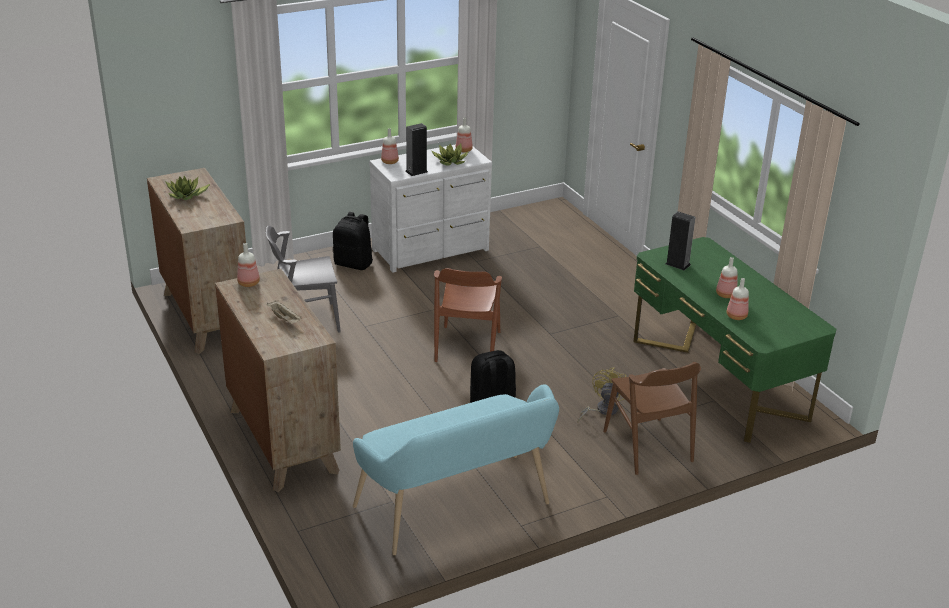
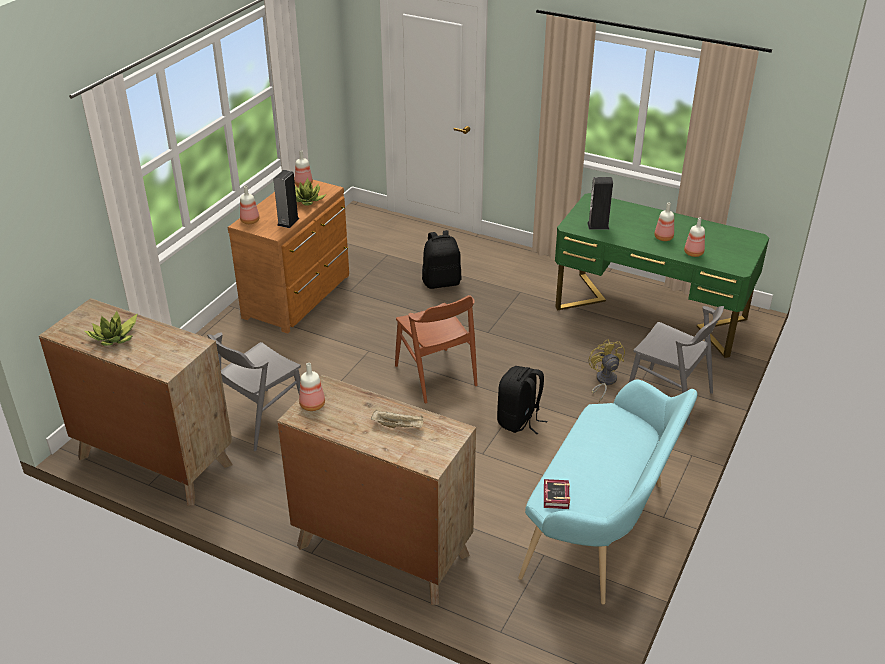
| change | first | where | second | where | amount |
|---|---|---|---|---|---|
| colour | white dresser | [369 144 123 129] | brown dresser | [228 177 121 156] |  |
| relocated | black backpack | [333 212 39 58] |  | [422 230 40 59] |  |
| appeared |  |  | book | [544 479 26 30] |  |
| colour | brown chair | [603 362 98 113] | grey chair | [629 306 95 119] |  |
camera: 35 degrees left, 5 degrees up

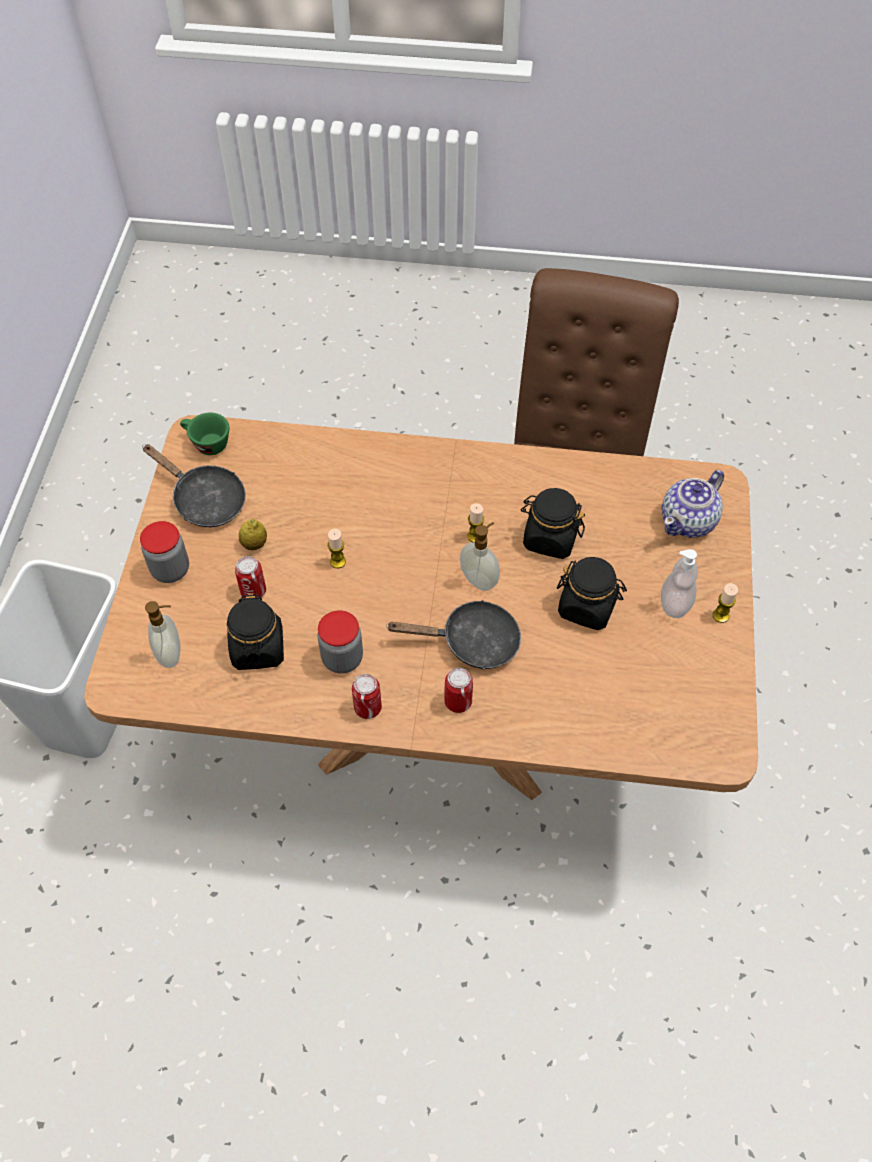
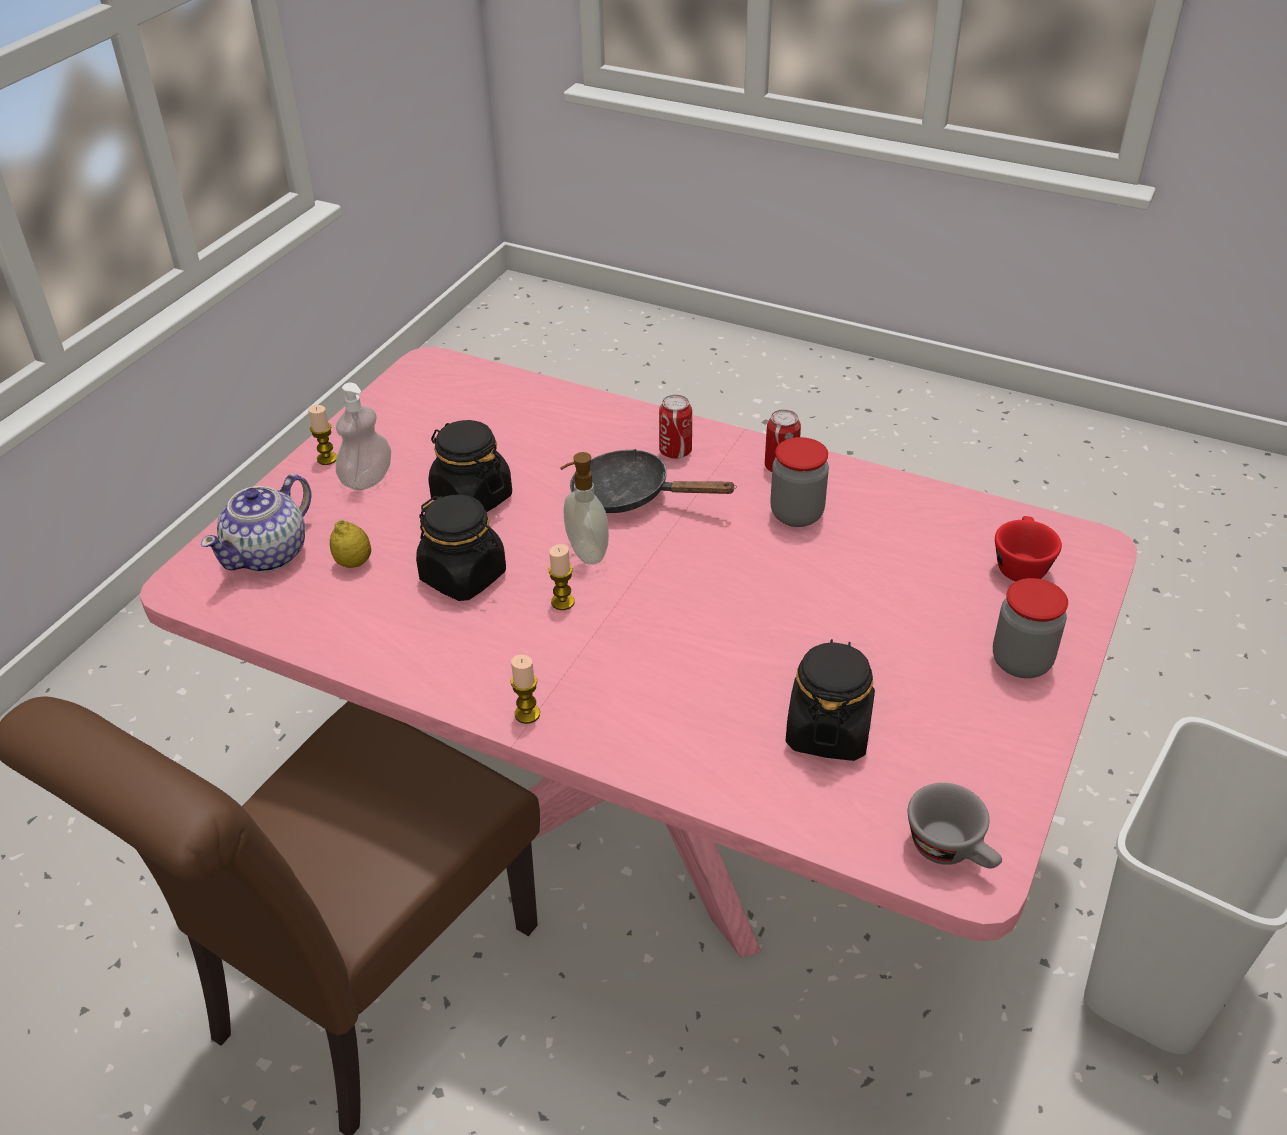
| change | first | where | second | where | amount |
|---|---|---|---|---|---|
| colour | brown dining table | [84 415 674 385] | pink dining table | [139 347 998 611] |  |
| spun | teapot | [662 470 62 68] |  | [201 474 110 98] | 150 degrees clockwise |
| relocated | lemon | [239 519 28 31] |  | [330 520 41 48] |  |
| relocated | candle | [328 529 18 39] |  | [511 655 29 69] |  |
| relocated | black jar | [227 594 57 76] |  | [785 639 90 122] |  |
| colour | green cup | [180 413 49 42] | grey cup | [908 783 94 86] |  |
| exchanged | soap dispenser | [145 601 36 67] | red cup | [995 516 67 65] |  |
| missing | black frying pan | [142 444 104 83] |  |  |  |
| missing | can | [235 556 31 42] |  |  |  |
camera: 160 degrees left, 15 degrees down

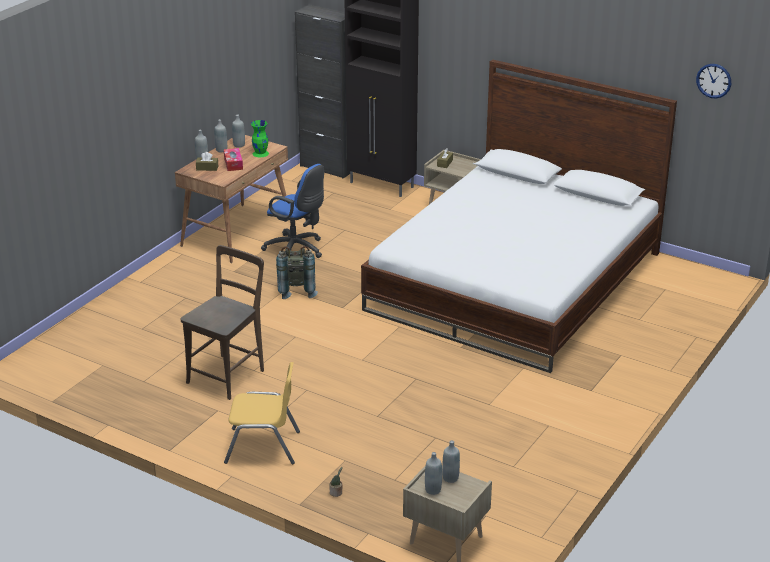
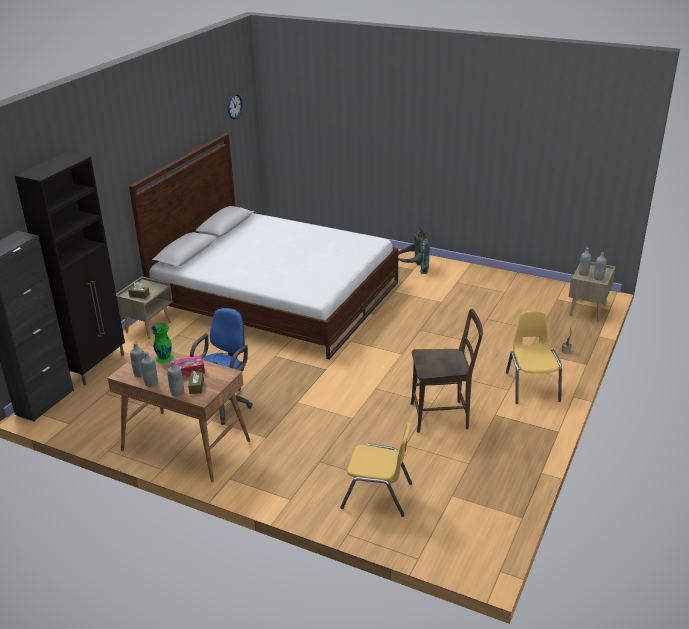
| change | first | where | second | where | amount |
|---|---|---|---|---|---|
| appeared |  |  | yellow chair | [340 423 72 94] |  |
| relocated | grey backpack | [276 246 42 53] |  | [398 228 32 46] |  |
| spun | brown chair | [181 245 83 155] |  | [410 309 73 124] | 150 degrees clockwise |
camera: 95 degrees left, 0 degrees up

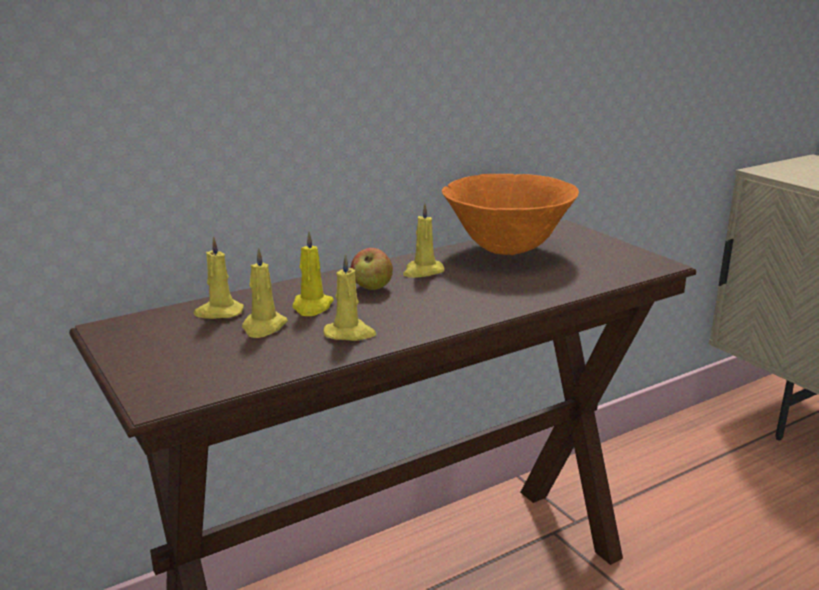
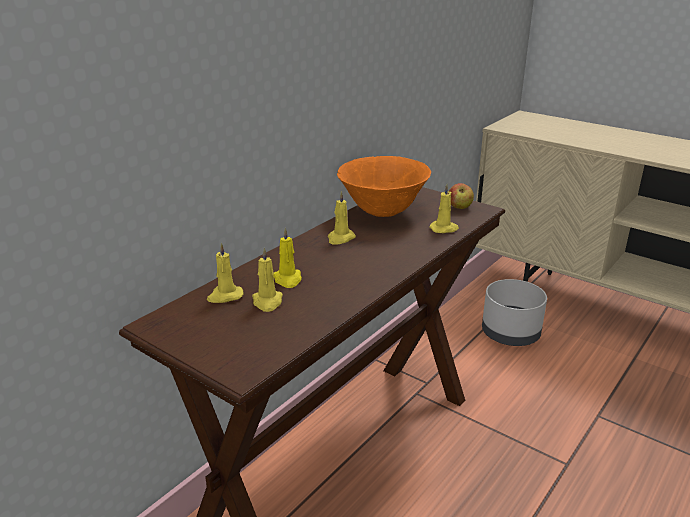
| change | first | where | second | where | amount |
|---|---|---|---|---|---|
| relocated | yellow candle | [324 254 52 87] |  | [430 184 29 49] |  |
| relocated | apple | [350 248 43 42] |  | [449 183 25 26] |  |
| appeared |  |  | grey planter | [482 279 65 67] |  |
camera: 20 degrees left, 5 degrees up

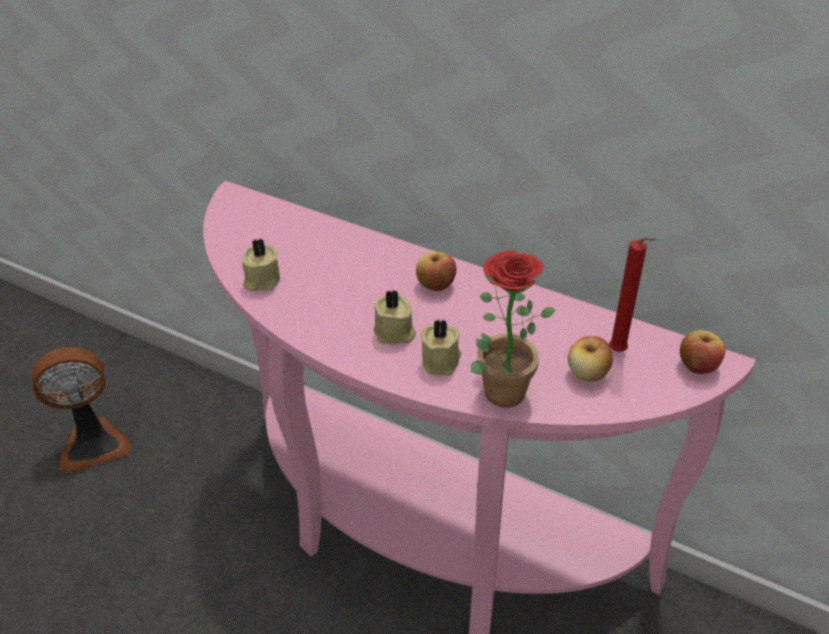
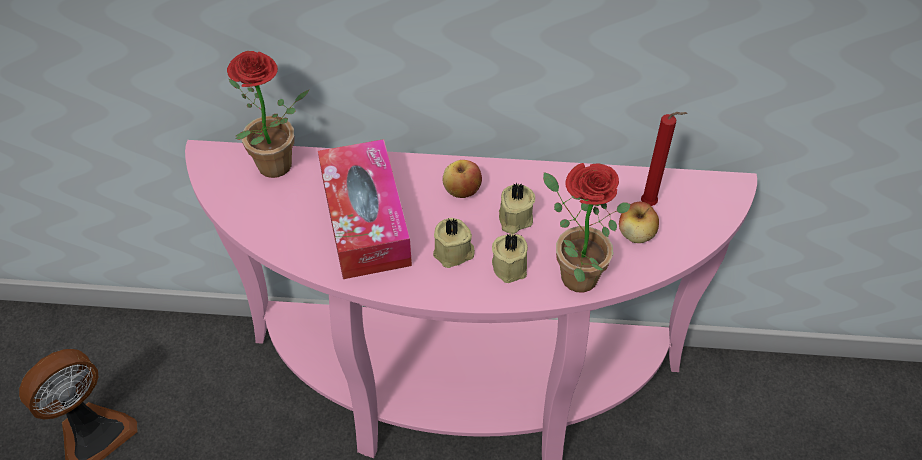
| change | first | where | second | where | amount |
|---|---|---|---|---|---|
| appeared |  |  | potted plant | [227 51 82 127] |  |
| appeared |  |  | tissue box | [318 139 94 140] |  |
| relocated | beige candle | [242 238 38 54] |  | [499 183 36 51] |  |
| missing | apple | [680 330 45 44] |  |  |  |
camera: 25 degrees left, 10 degrees up

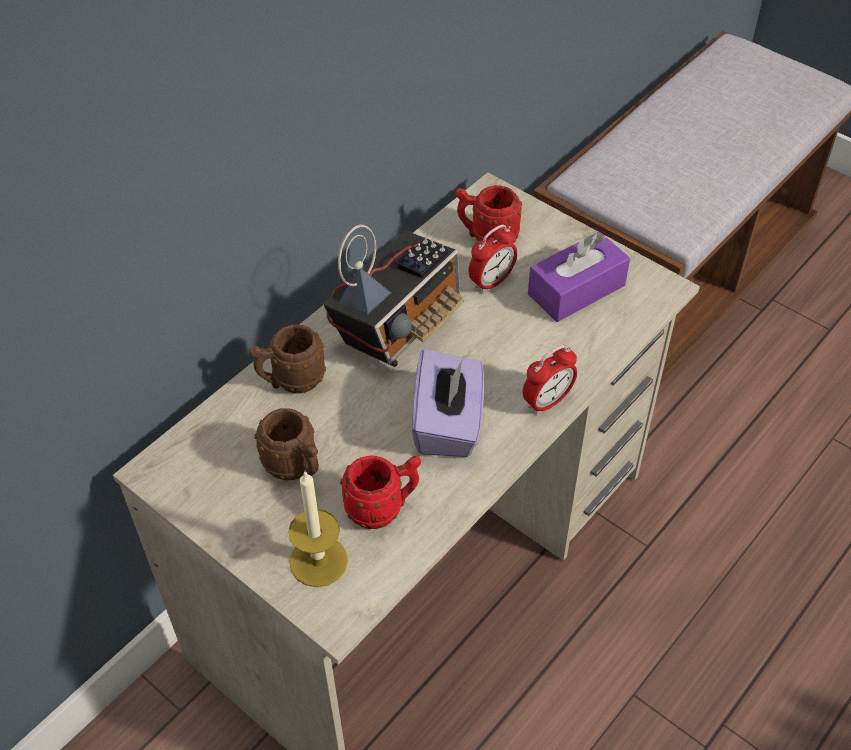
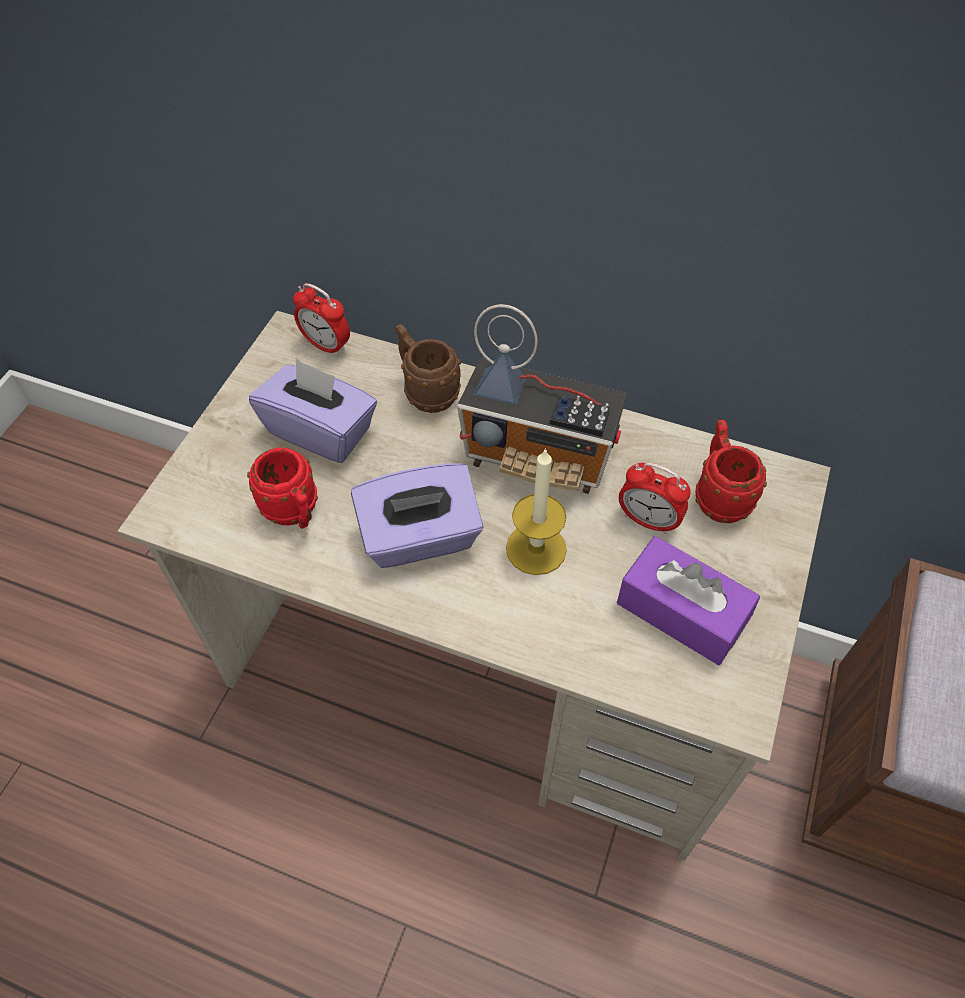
| change | first | where | second | where | amount |
|---|---|---|---|---|---|
| exchanged | brown mug | [254 408 65 72] | purple tissue box | [249 358 128 105] |  |
| relocated | alarm clock | [523 345 54 70] |  | [293 283 57 74] |  |
| relocated | candle | [288 470 60 117] |  | [506 448 61 127] |  |
camera: 70 degrees right, 5 degrees up

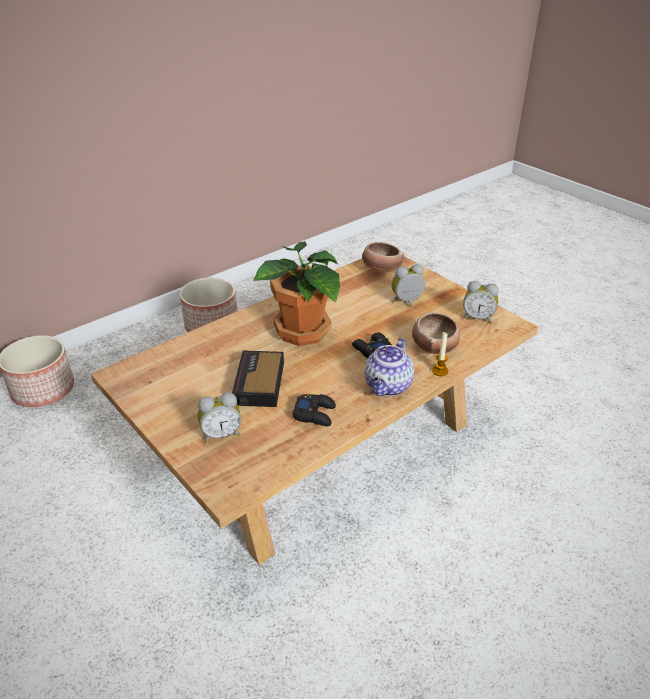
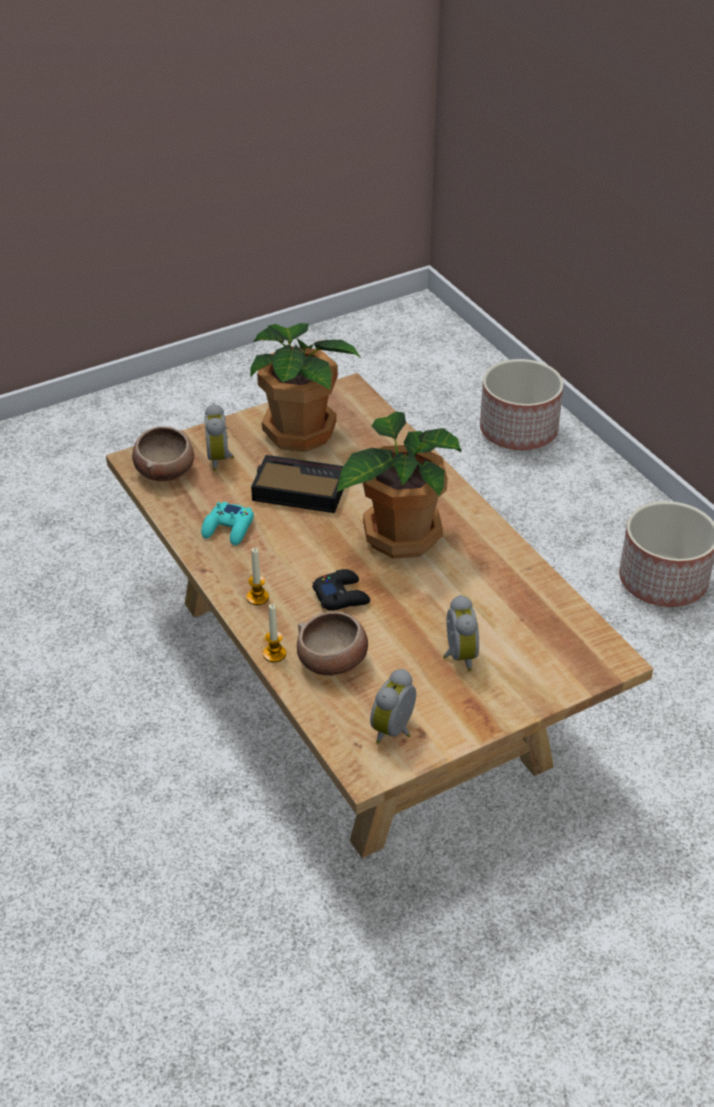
| change | first | where | second | where | amount |
|---|---|---|---|---|---|
| relocated | bowl | [362 242 42 30] |  | [132 427 62 55] |  |
| colour | black game controller | [292 394 44 32] | turquoise game controller | [201 502 53 43] |  |
| exchanged | teapot | [365 338 49 58] | candle | [247 548 22 57] |  |
| appeared |  |  | potted plant | [250 323 111 129] |  |
camera: 100 degrees right, 5 degrees up

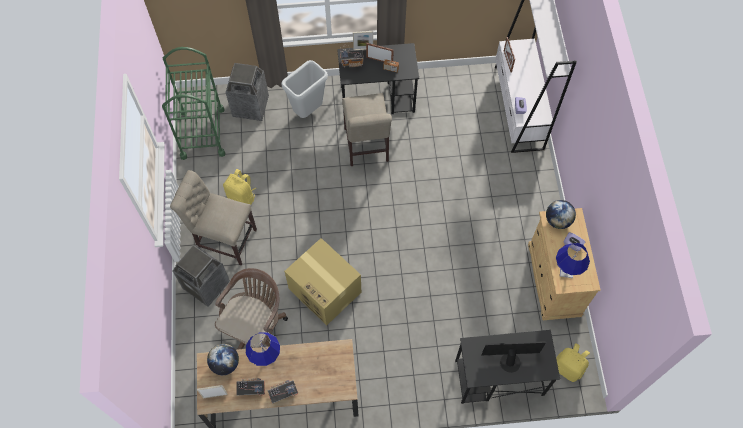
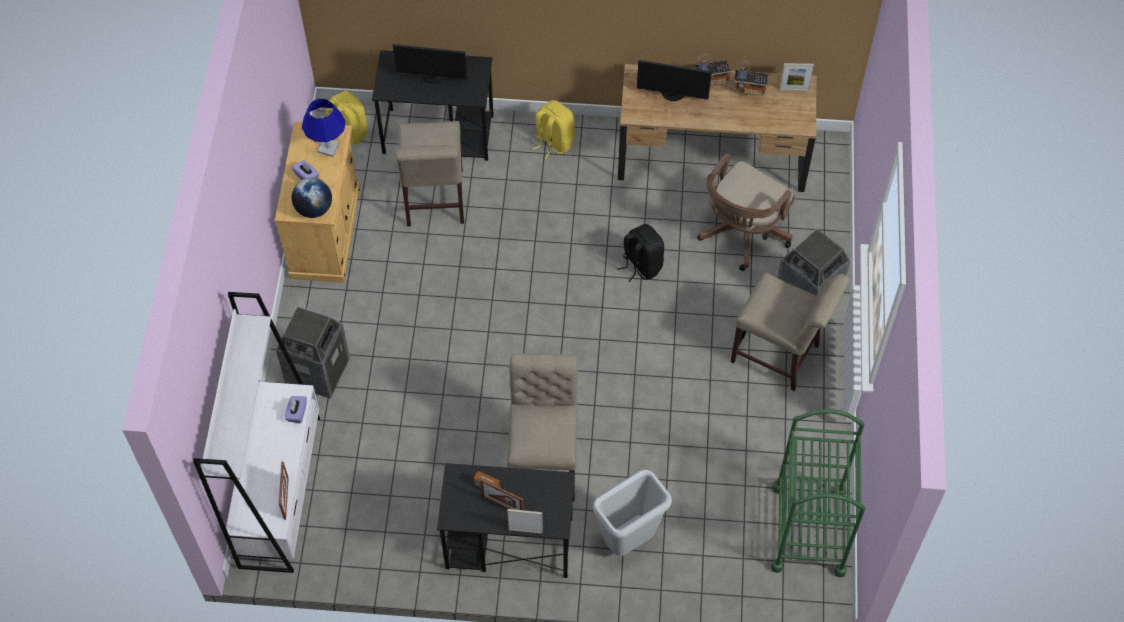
| change | first | where | second | where | amount |
|---|---|---|---|---|---|
| relocated | trash can | [225 63 44 58] |  | [276 306 74 93] |  |
| appeared |  |  | beige chair | [396 121 68 106] |  |
| relocated | yellow backpack | [223 169 33 36] |  | [532 100 43 59] |  |
| exchanged | cardboard box | [284 238 77 87] | black backpack | [617 224 47 59] |  |
| appeared |  |  | monitor | [637 60 75 41] |  |
| missing | globe | [207 344 32 31] |  |  |  |
| missing | blue table lamp | [246 333 34 33] |  |  |  |
| missing | radio | [340 45 24 23] |  |  |  |
camera: 170 degrees left, 5 degrees down

